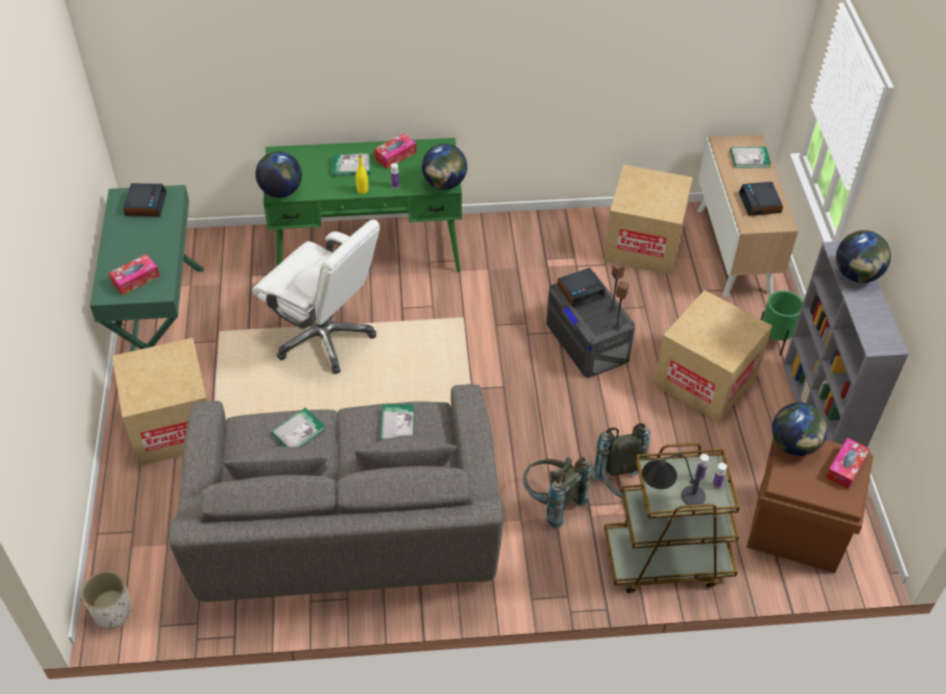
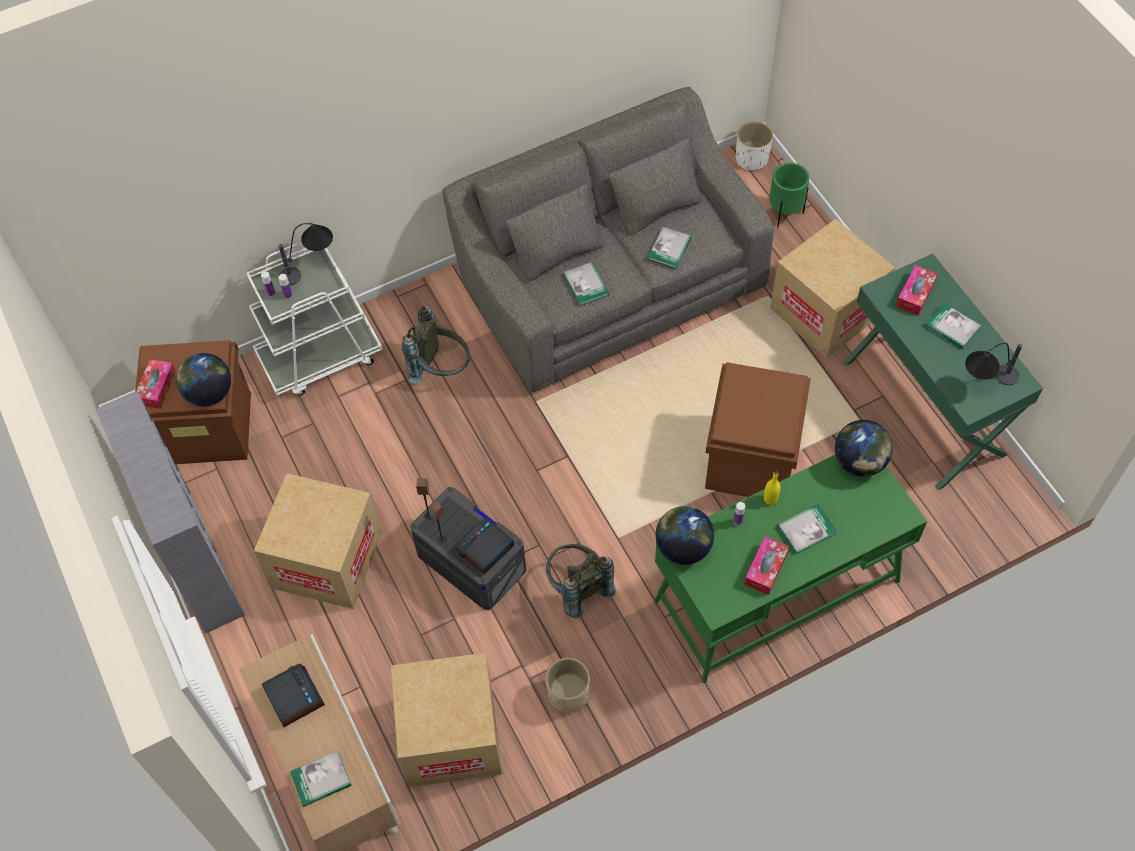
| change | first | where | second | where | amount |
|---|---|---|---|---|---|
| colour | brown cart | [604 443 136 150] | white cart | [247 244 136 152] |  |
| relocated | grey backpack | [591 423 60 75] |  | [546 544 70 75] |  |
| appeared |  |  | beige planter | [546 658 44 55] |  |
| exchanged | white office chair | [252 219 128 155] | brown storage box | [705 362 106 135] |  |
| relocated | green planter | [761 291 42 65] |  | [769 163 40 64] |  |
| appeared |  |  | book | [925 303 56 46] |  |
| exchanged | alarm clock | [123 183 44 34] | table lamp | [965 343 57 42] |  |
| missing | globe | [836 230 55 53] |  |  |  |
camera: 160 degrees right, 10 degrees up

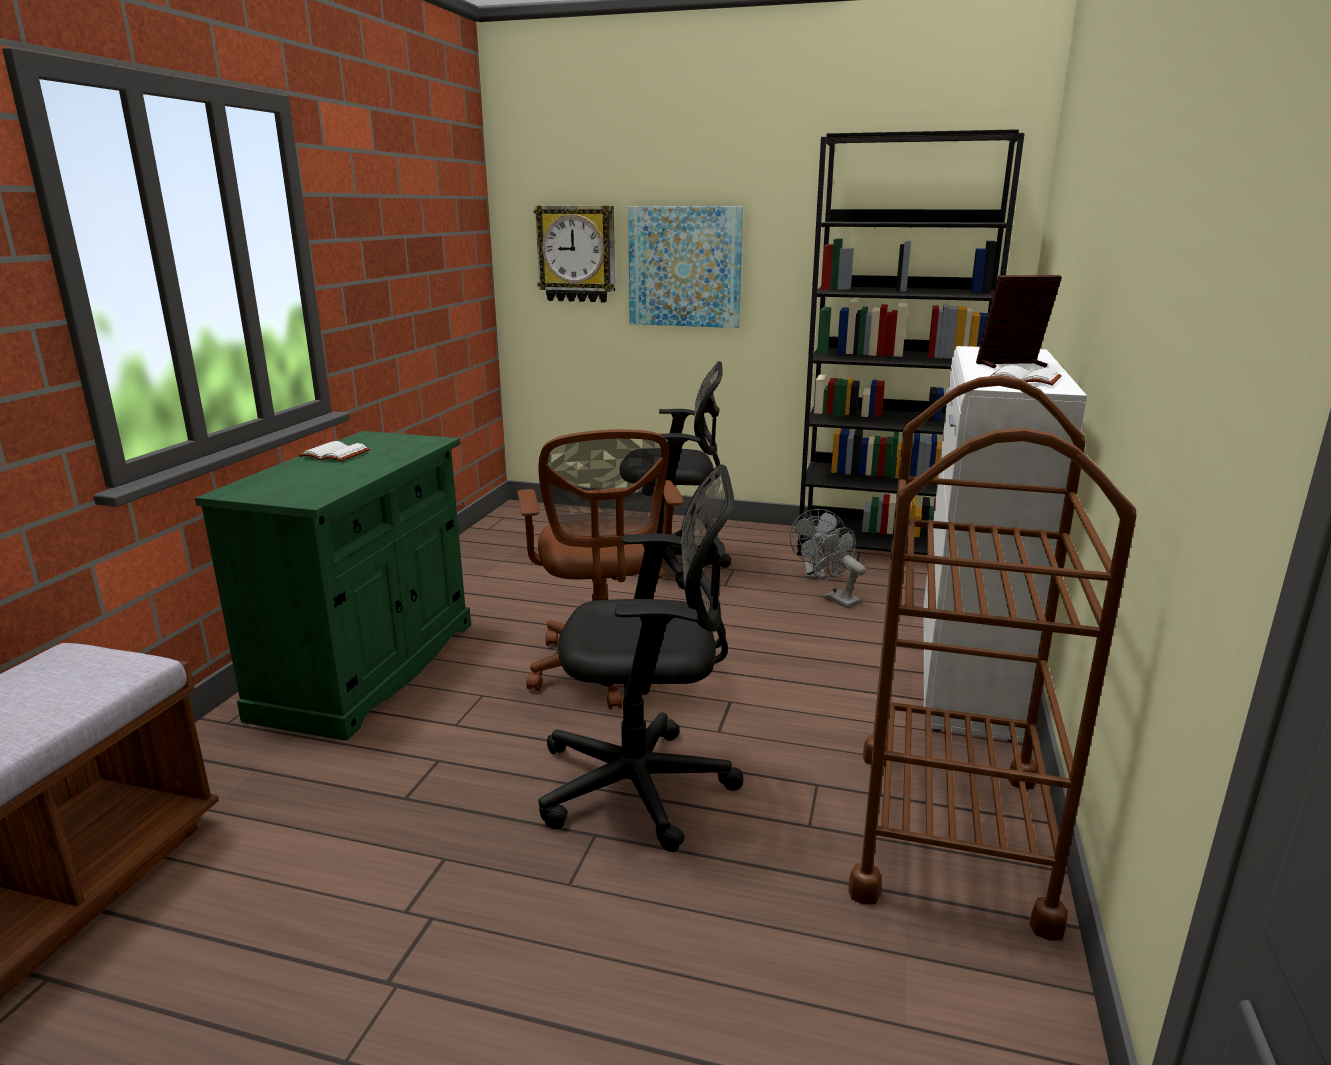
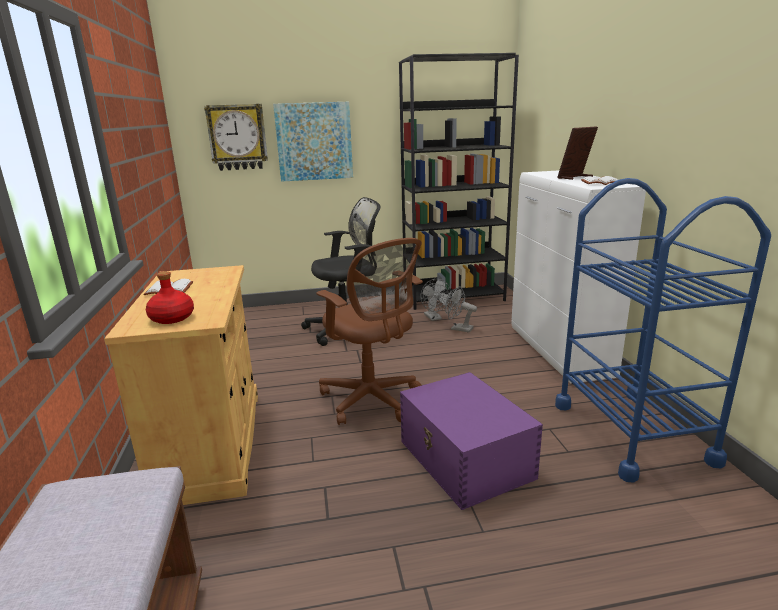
| change | first | where | second | where | amount |
|---|---|---|---|---|---|
| colour | green cabinet | [195 431 276 309] | beige cabinet | [104 265 154 240] |  |
| appeared |  |  | red bottle | [146 271 48 53] |  |
| exchanged | black office chair | [538 464 206 388] | purple storage box | [400 372 143 138] |  |
| colour | brown cart | [848 375 289 566] | blue cart | [555 178 216 305] |  |
camera: 25 degrees left, 0 degrees up

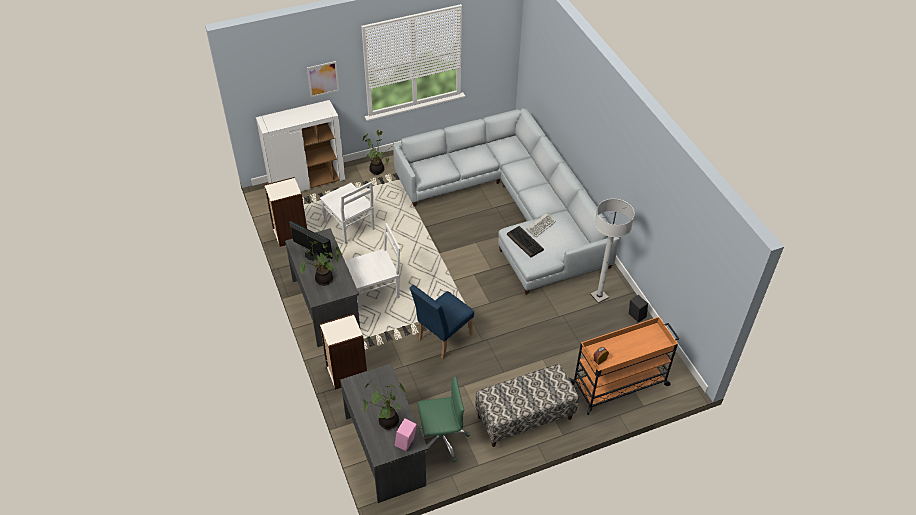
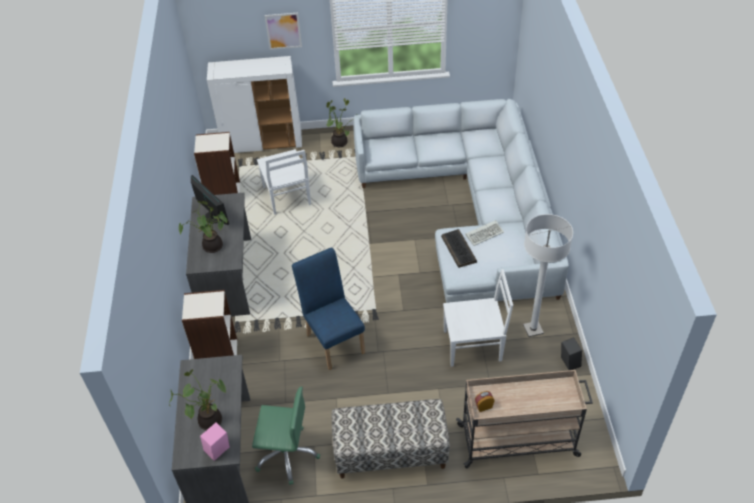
| change | first | where | second | where | amount |
|---|---|---|---|---|---|
| spun | blue chair | [409 285 65 74] |  | [292 248 73 122] | 90 degrees clockwise |
| relocated | white chair | [345 223 55 87] |  | [443 269 70 98] |  |
| colour | orange cart | [569 317 111 98] | beige cart | [456 370 137 99] |  |
camera: 20 degrees right, 0 degrees up

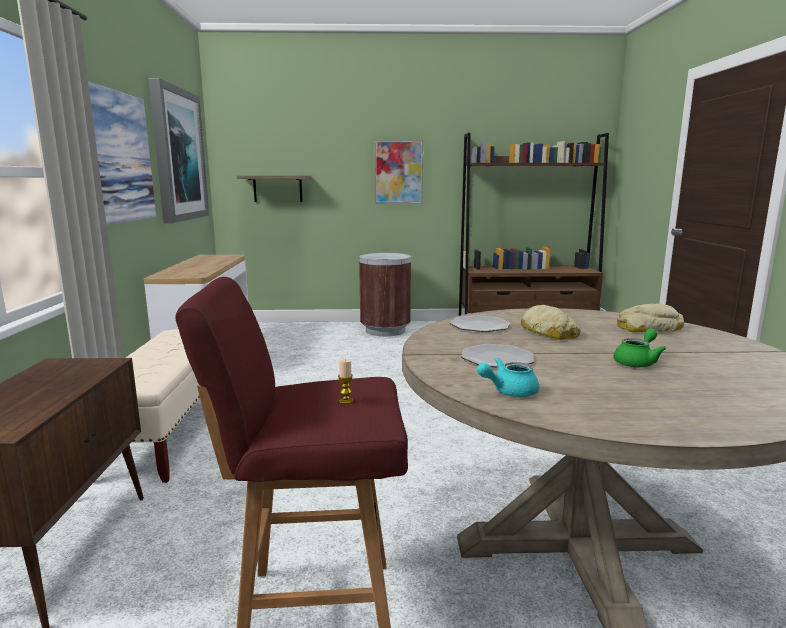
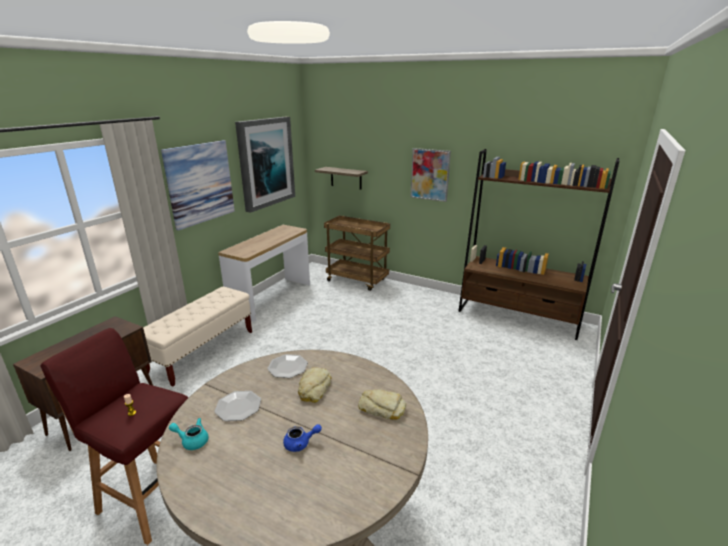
| change | first | where | second | where | amount |
|---|---|---|---|---|---|
| colour | green teapot | [613 328 53 39] | blue teapot | [283 424 39 28] |  |
| appeared |  |  | brown cart | [324 215 66 76] |  |
| missing | brown trash can | [359 253 52 83] |  |  |  |
camera: 30 degrees right, 10 degrees up

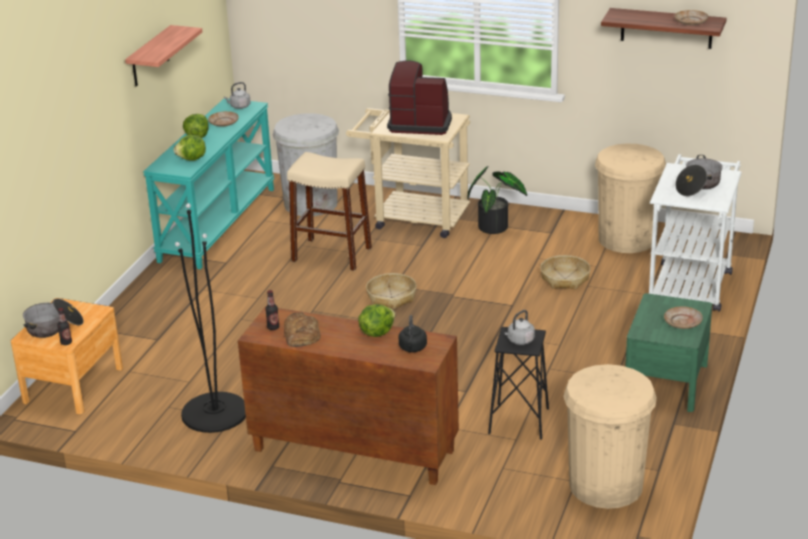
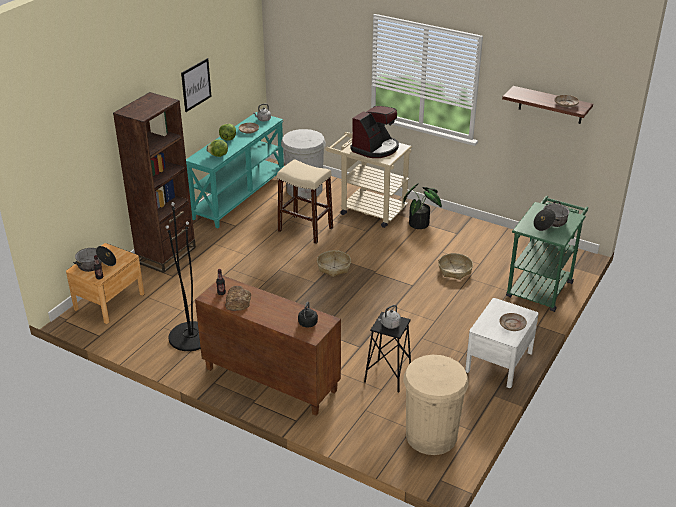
| change | first | where | second | where | amount |
|---|---|---|---|---|---|
| appeared |  |  | brown bookcase | [113 92 83 181] |  |
| exchanged | shelf | [125 25 77 62] | picture | [181 58 31 54] |  |
| spun | coffee machine | [387 61 65 74] |  | [351 106 48 52] | 105 degrees clockwise |
| colour | green nightstand | [625 293 87 119] | white nightstand | [465 298 74 90] |  |
| colour | white cart | [648 154 94 158] | green cart | [506 196 82 116] |  |
| missing | lettuce | [358 304 37 33] |  |  |  |
| missing | beige trash can | [595 143 71 110] |  |  |  |
camera: 10 degrees right, 5 degrees up

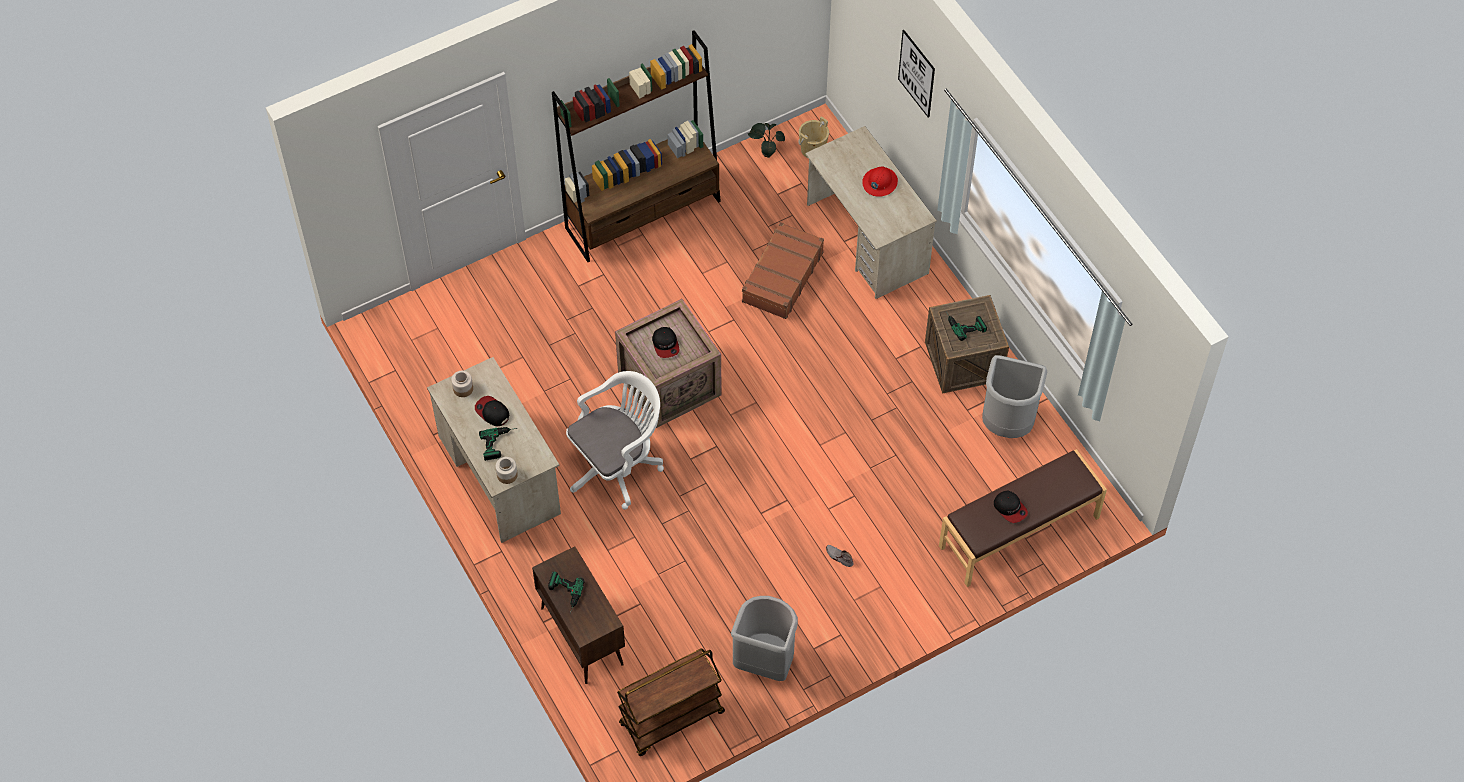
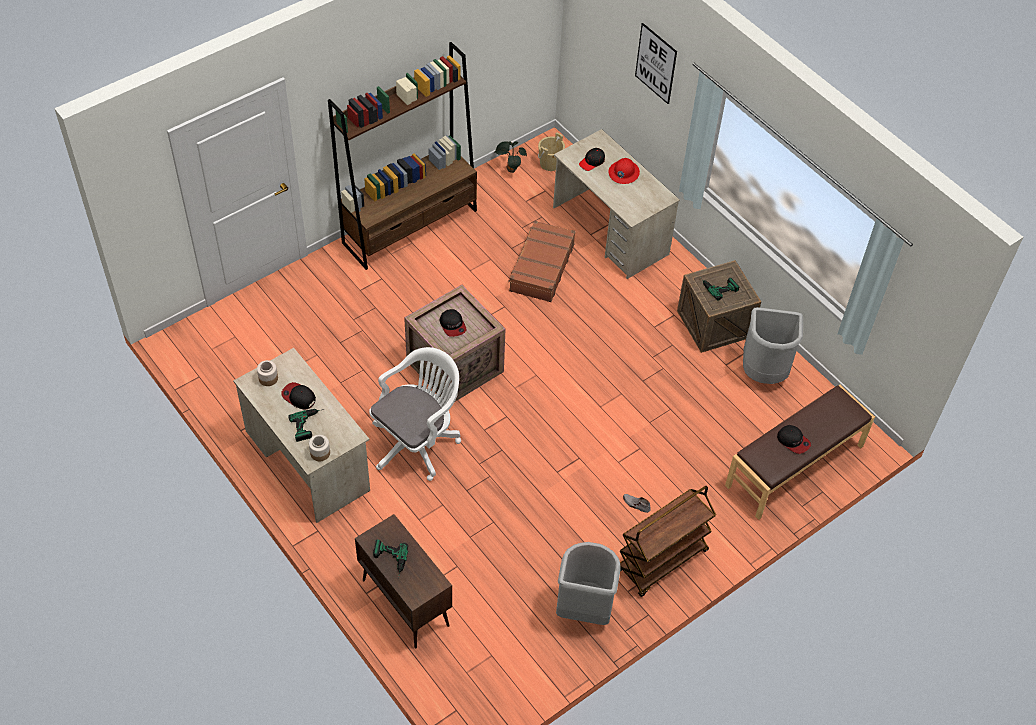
| change | first | where | second | where | amount |
|---|---|---|---|---|---|
| appeared |  |  | black cap | [579 148 26 23] |  |
| relocated | brown cart | [617 648 108 108] |  | [620 486 96 111] |  |
camera: 10 degrees left, 5 degrees down

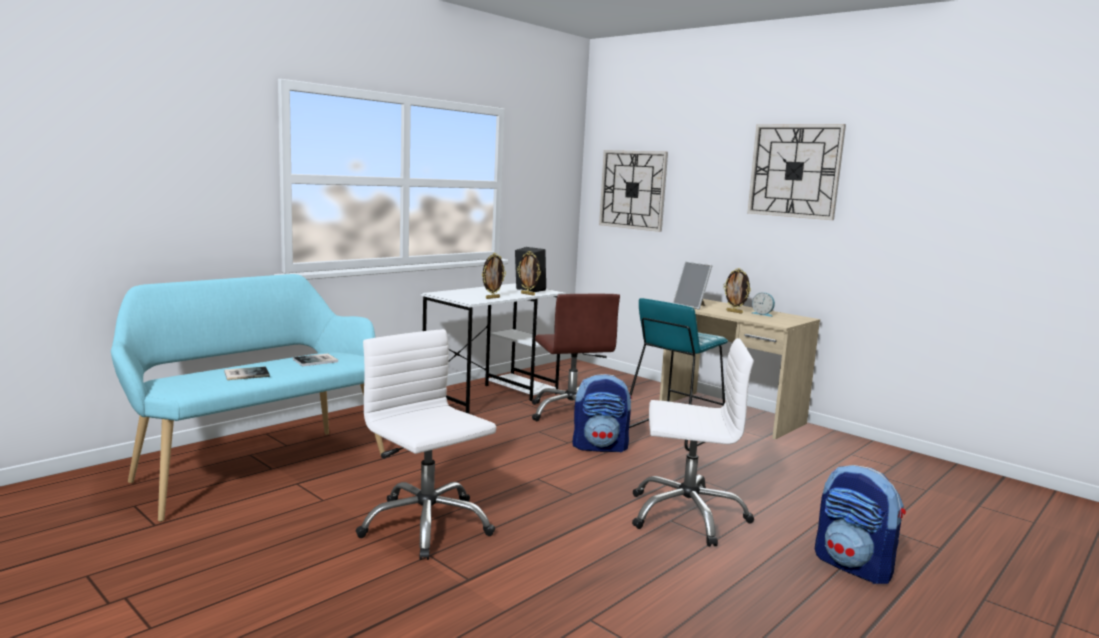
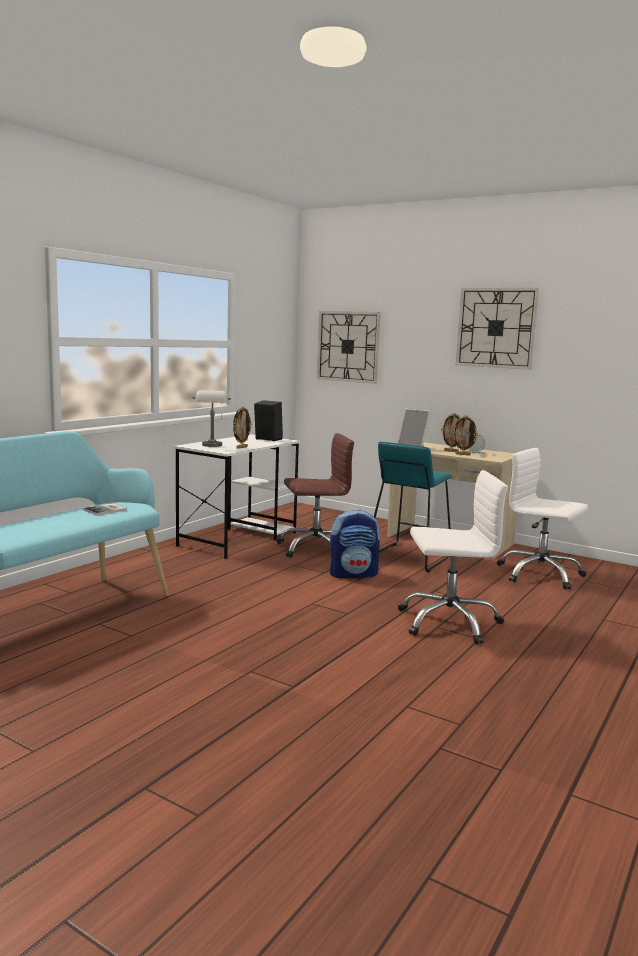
| change | first | where | second | where | amount |
|---|---|---|---|---|---|
| appeared |  |  | grey table lamp | [193 390 38 57] |  |
| spun | brown office chair | [532 294 88 128] |  | [277 433 77 125] | 75 degrees counterclockwise |
| relocated | picture frame | [517 251 24 45] |  | [452 415 26 41] |  |
| relocated | white office chair | [356 329 140 231] |  | [497 448 91 141] |  |
| missing | book | [224 366 46 14] |  |  |  |
| missing | backpack | [815 465 91 119] |  |  |  |
camera: 10 degrees left, 0 degrees up

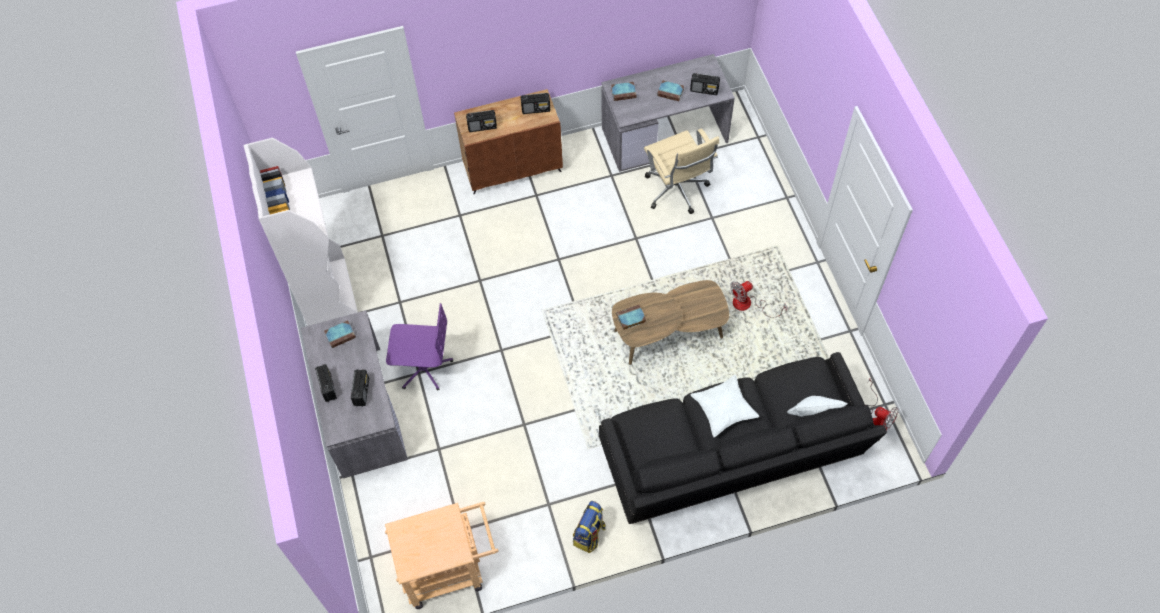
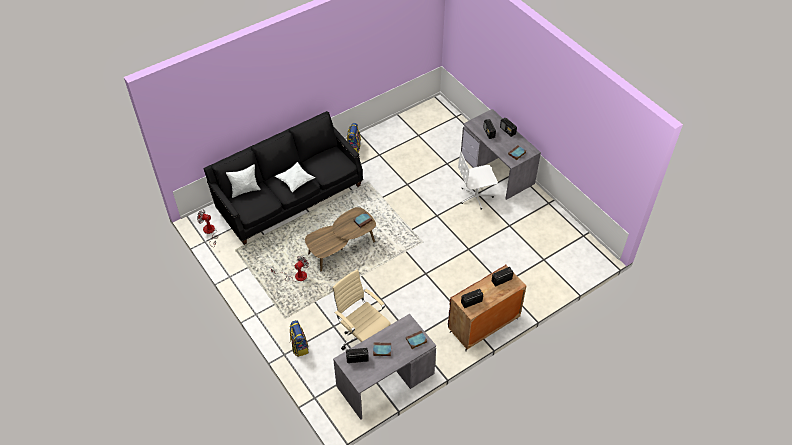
| change | first | where | second | where | amount |
|---|---|---|---|---|---|
| appeared |  |  | backpack | [290 320 19 37] |  |
| colour | purple office chair | [386 303 67 88] | white office chair | [458 151 40 58] |  |
| missing | white bookcase | [244 138 114 188] |  |  |  |
| missing | beige cart | [385 502 114 107] |  |  |  |
camera: 160 degrees right, 10 degrees down

